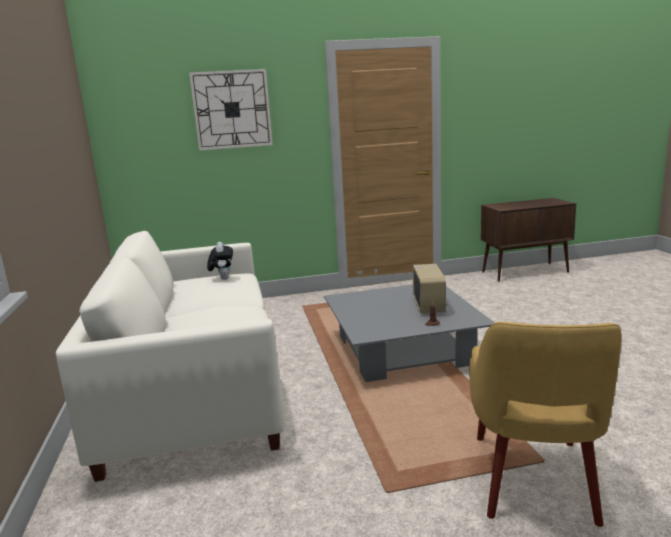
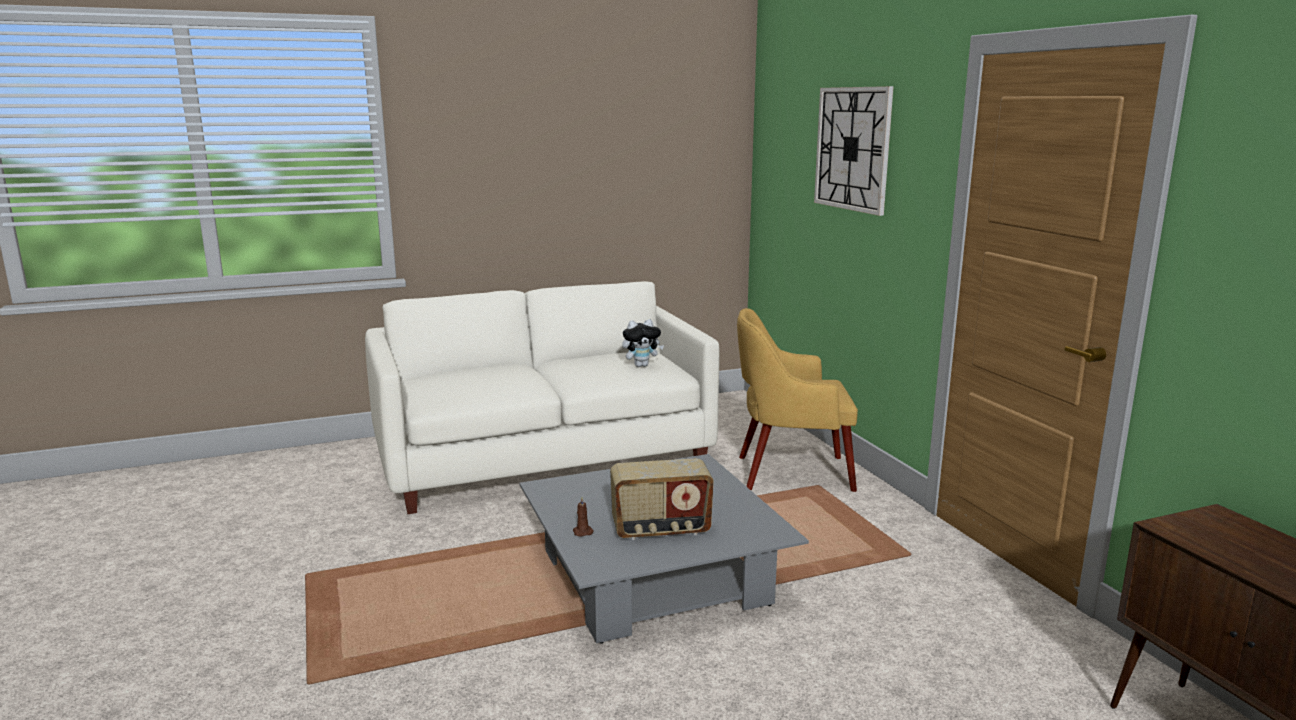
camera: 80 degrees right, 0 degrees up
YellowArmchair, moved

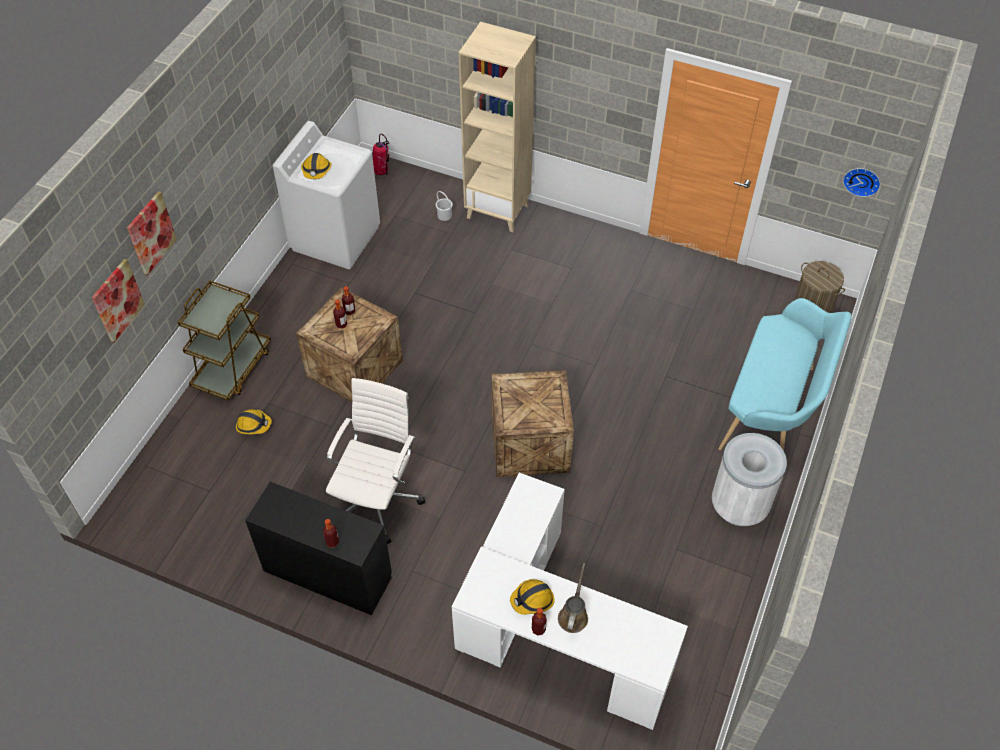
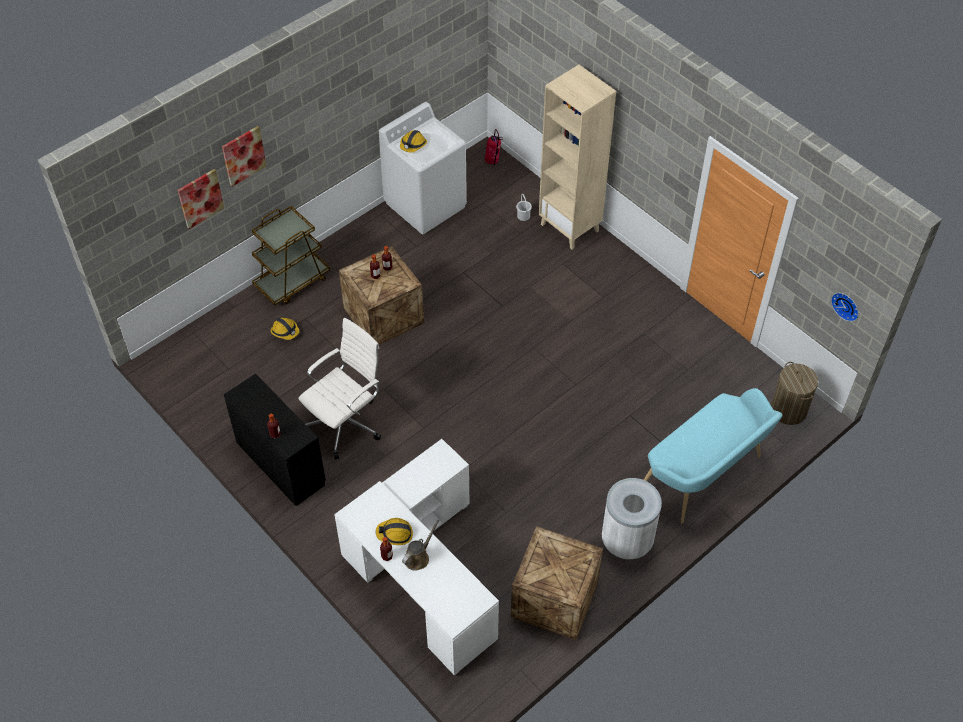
camera: 25 degrees right, 0 degrees up
Crate (2nd from left), moved

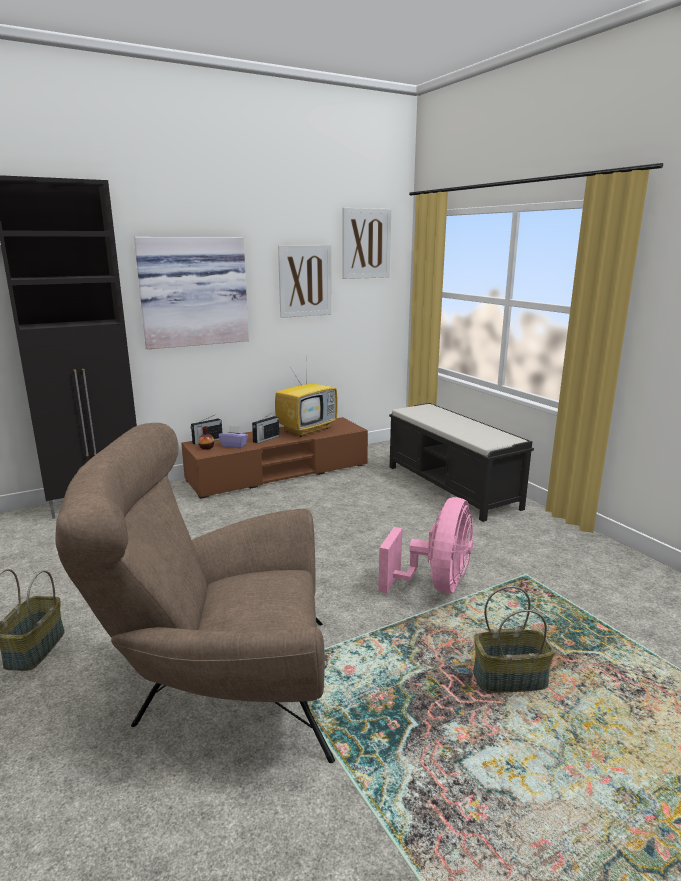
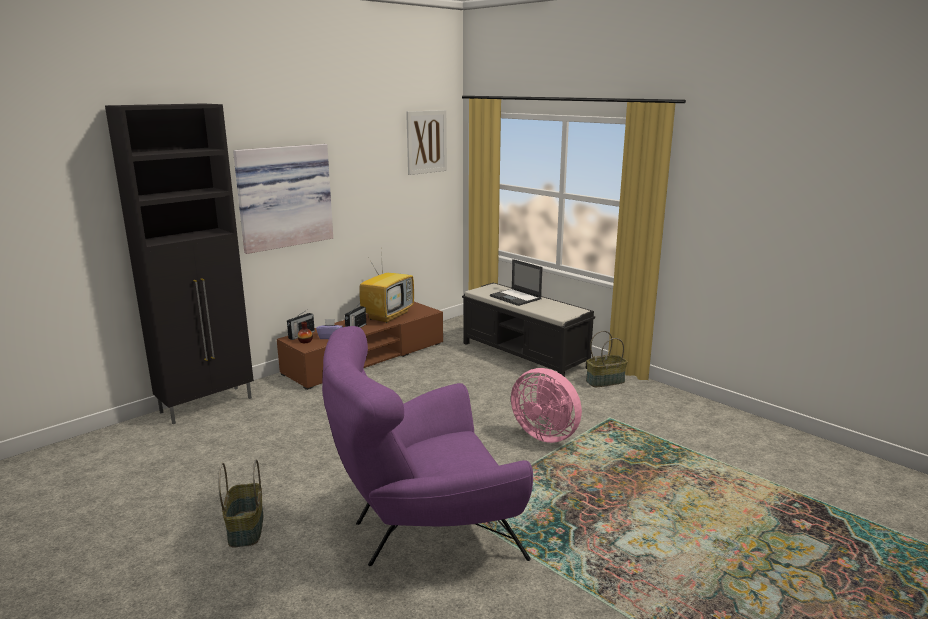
camera: 15 degrees left, 0 degrees up
Picture (2nd from left) => nothing
BrownArmchair => PurpleArmchair
PinkFan, 120 degrees clockwise
Basket (2nd from left), moved
nothing => Laptop

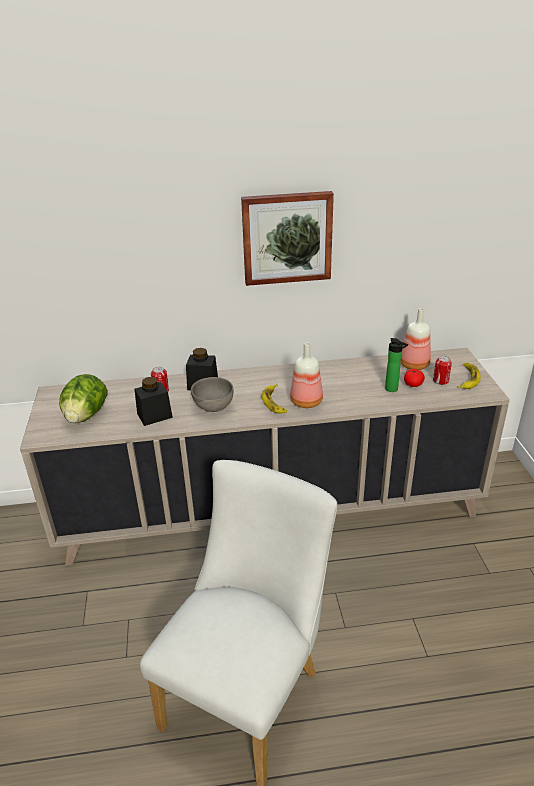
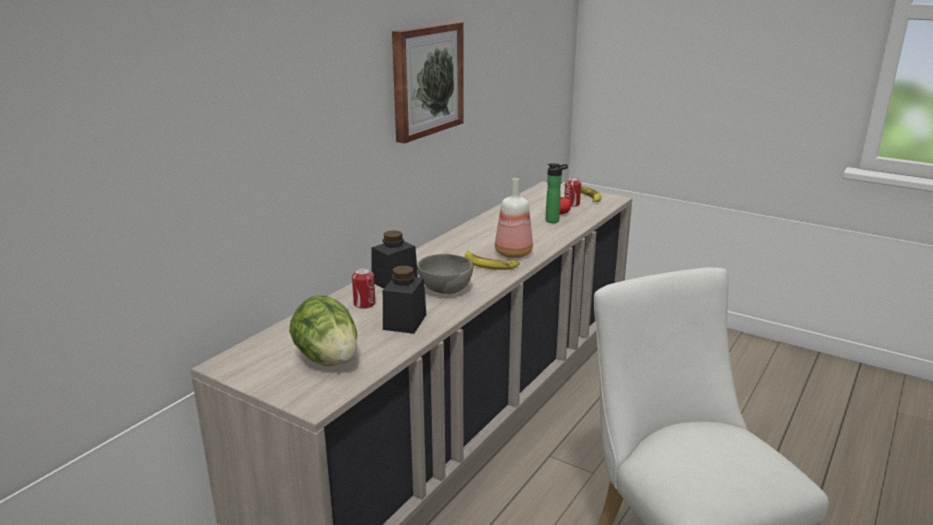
camera: 50 degrees left, 10 degrees down
Bottle (3rd from left) => nothing

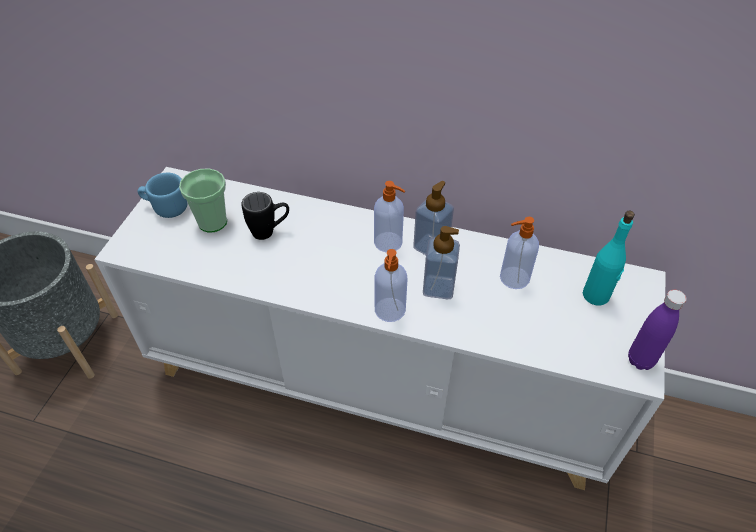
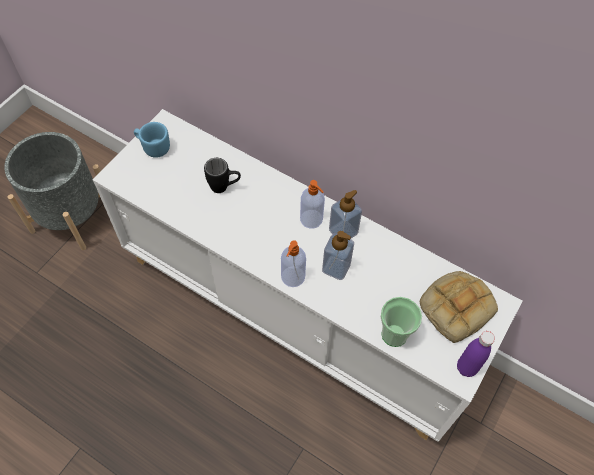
camera: 15 degrees right, 10 degrees up
Cup, moved
TurquoiseBottle => Bread
SoapDispenser (5th from left) => nothing

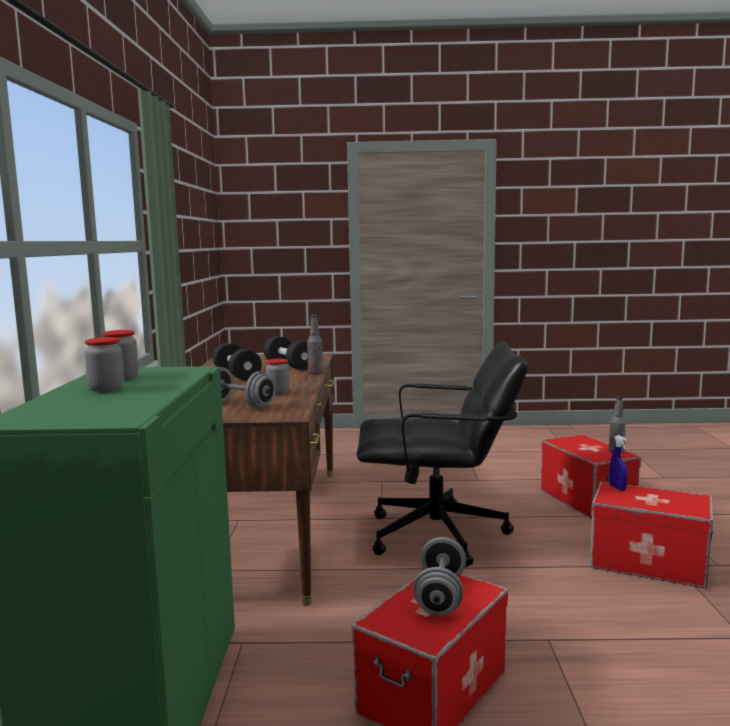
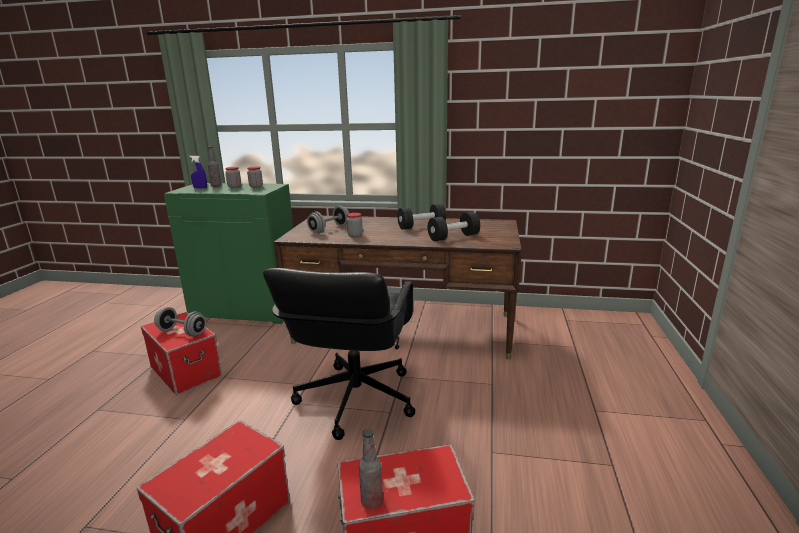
camera: 100 degrees right, 10 degrees up
Bottle (1st from left), moved
BlueSprayBottle, moved

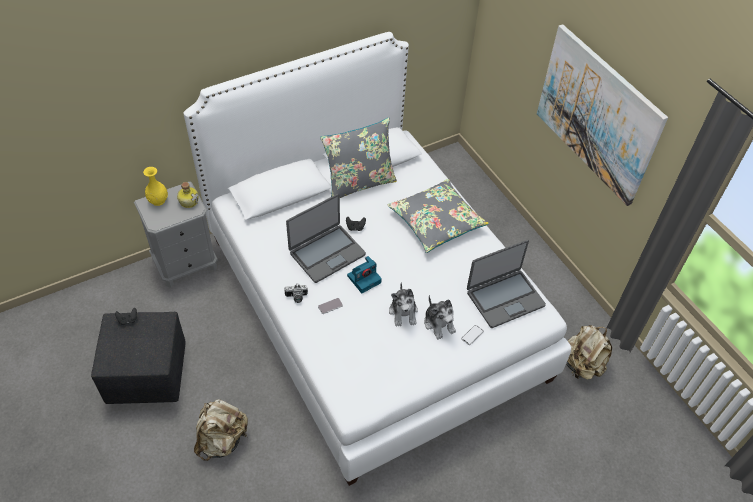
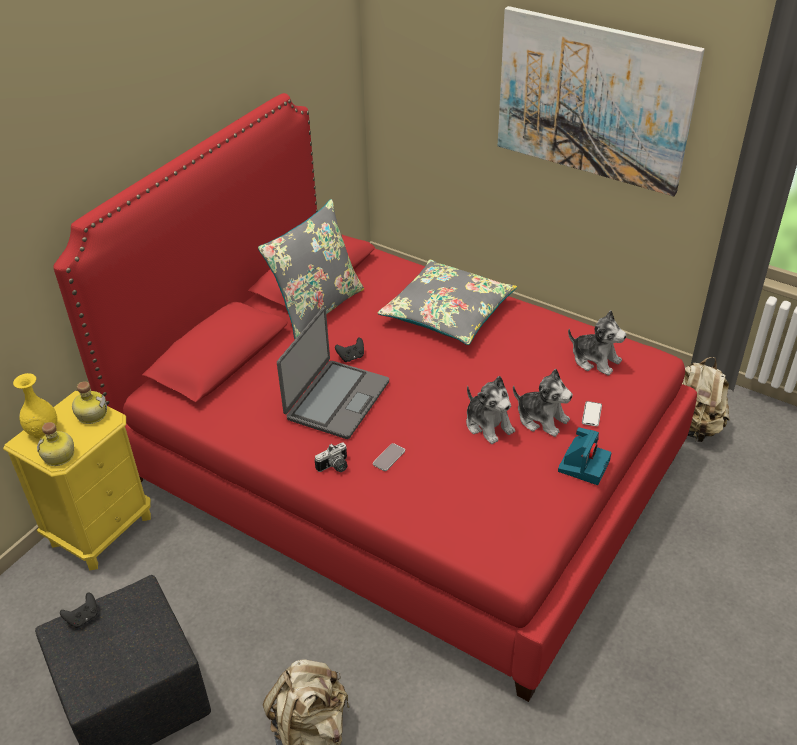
camera: 25 degrees left, 10 degrees down
WhiteBed => RedBed
GreyNightstand => YellowNightstand
Laptop (2nd from left) => PlushToy (3rd from left)
PhotoCamera (2nd from left), moved
nothing => Bottle (1st from left)

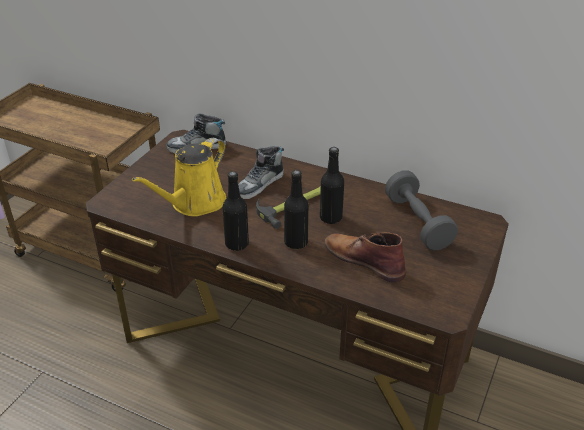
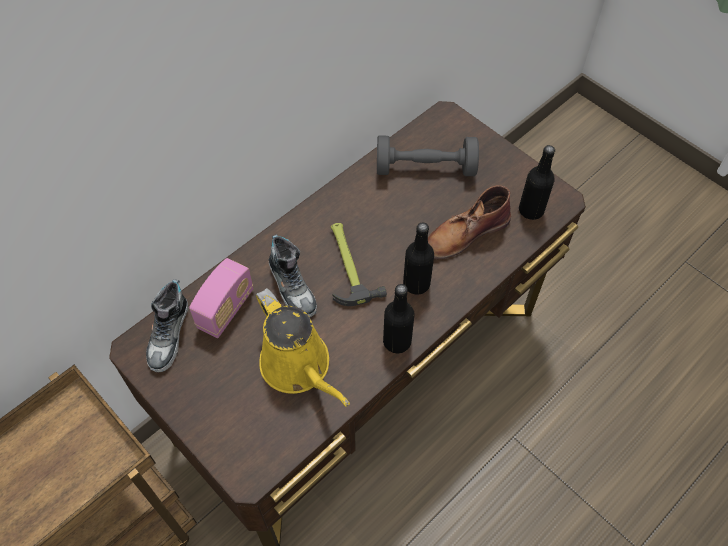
camera: 70 degrees left, 20 degrees up
BlackBottle (3rd from left), moved
nothing => Radio

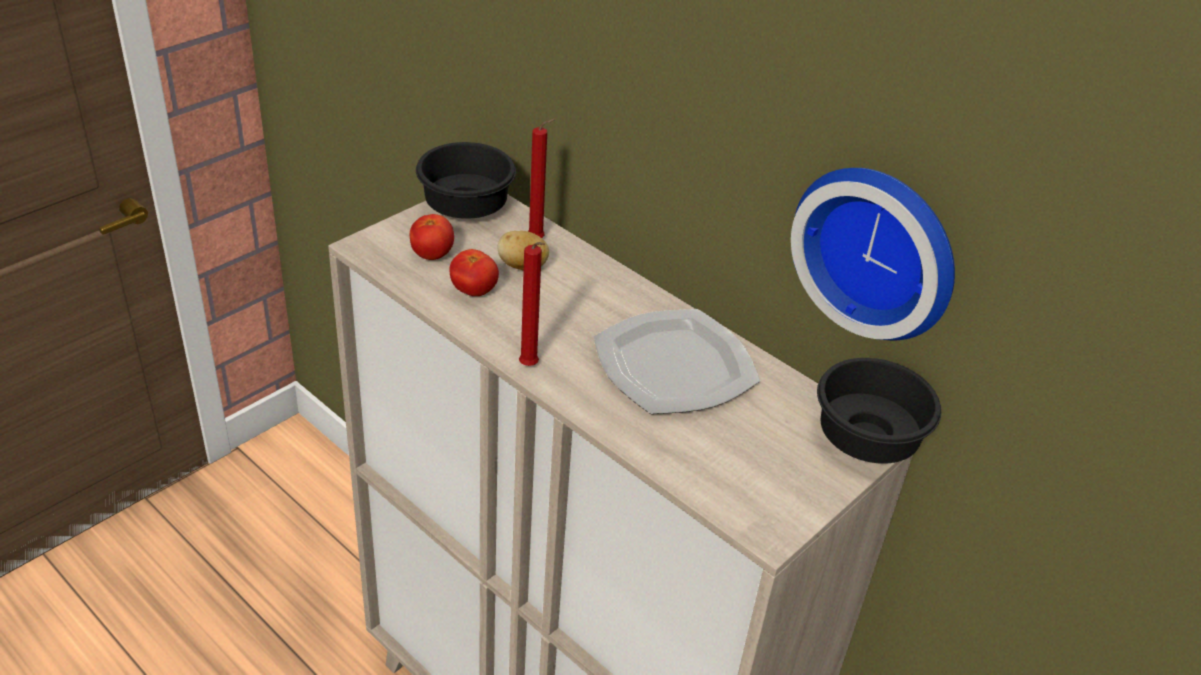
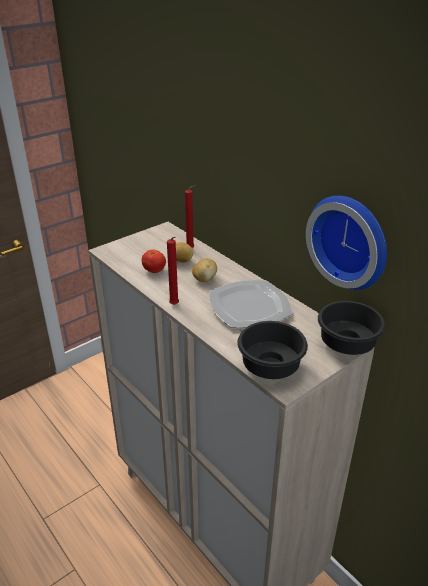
camera: 10 degrees right, 5 degrees down
BlackBowl (1st from left), moved
Tomato (1st from left) => nothing
nothing => Potato (2nd from left)

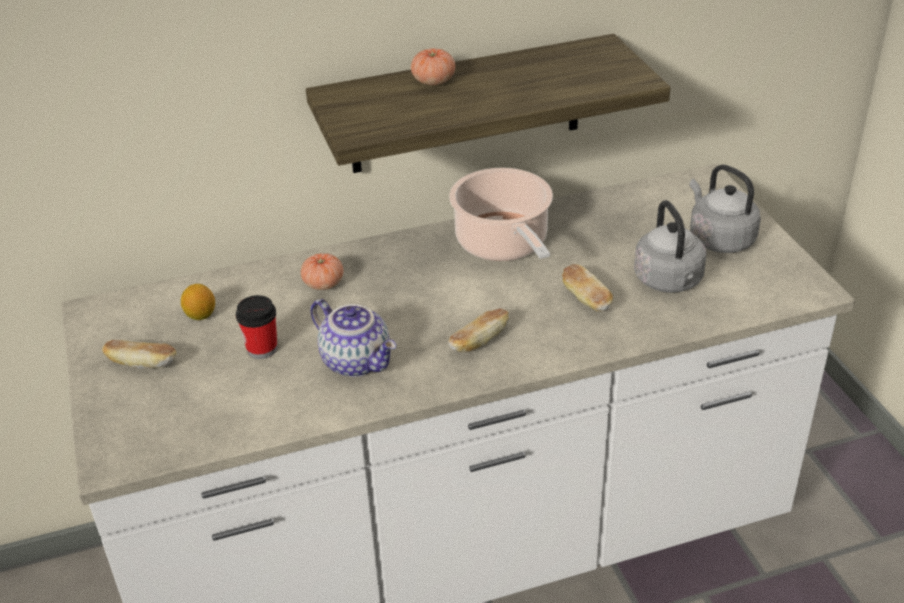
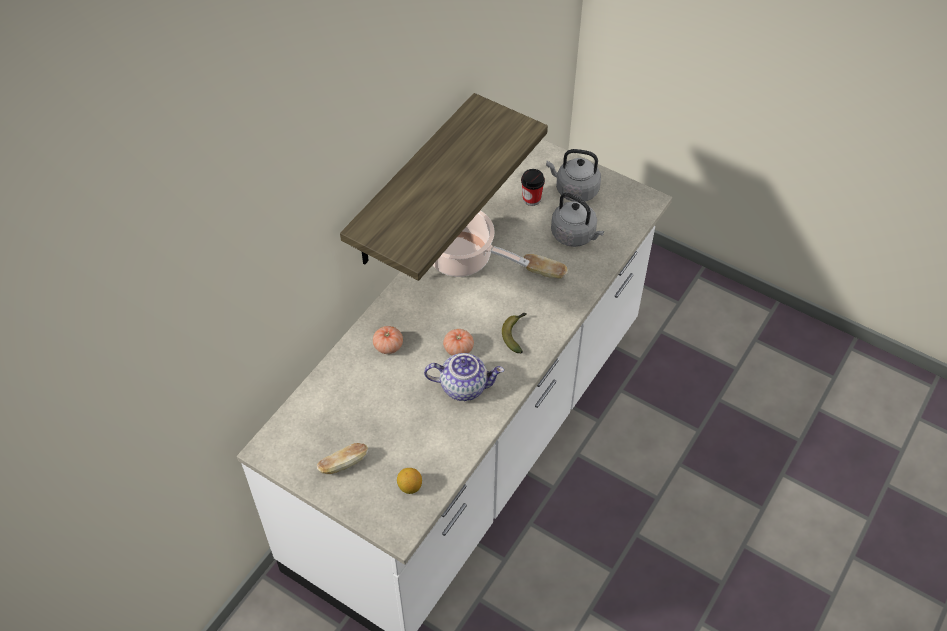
camera: 40 degrees left, 15 degrees up
Tomato (2nd from left), moved
Lemon, moved
Cup, moved
Bread (2nd from left) => Banana

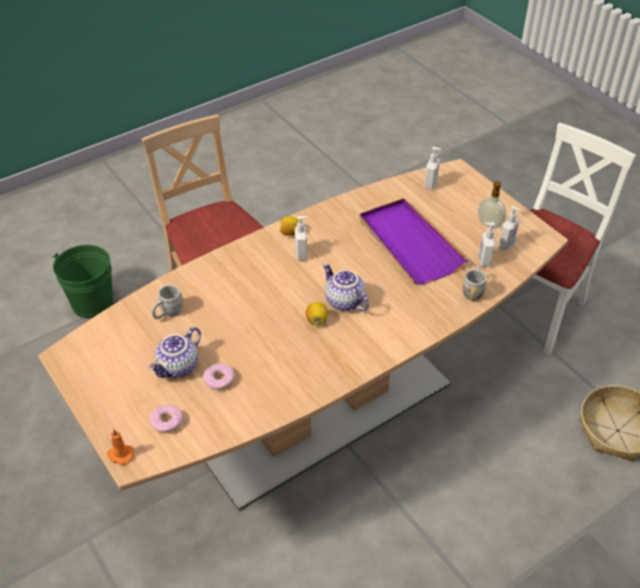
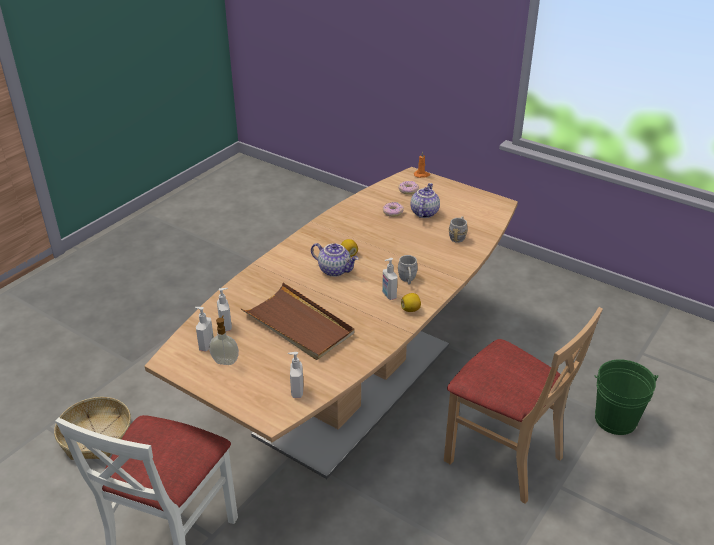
camera: 160 degrees right, 10 degrees down
PurpleTray => BrownTray
GreyMug (2nd from left in the first image) => GreyMug (1st from left), moved

